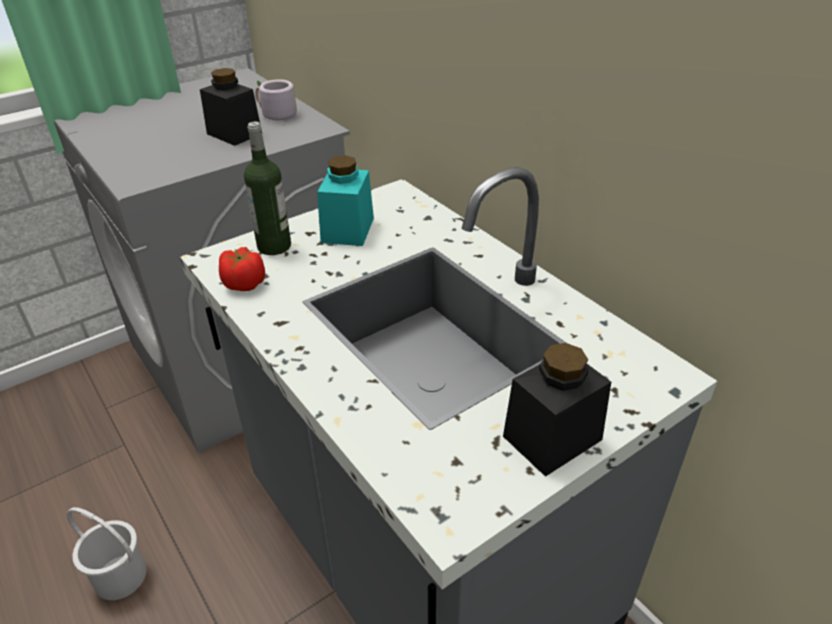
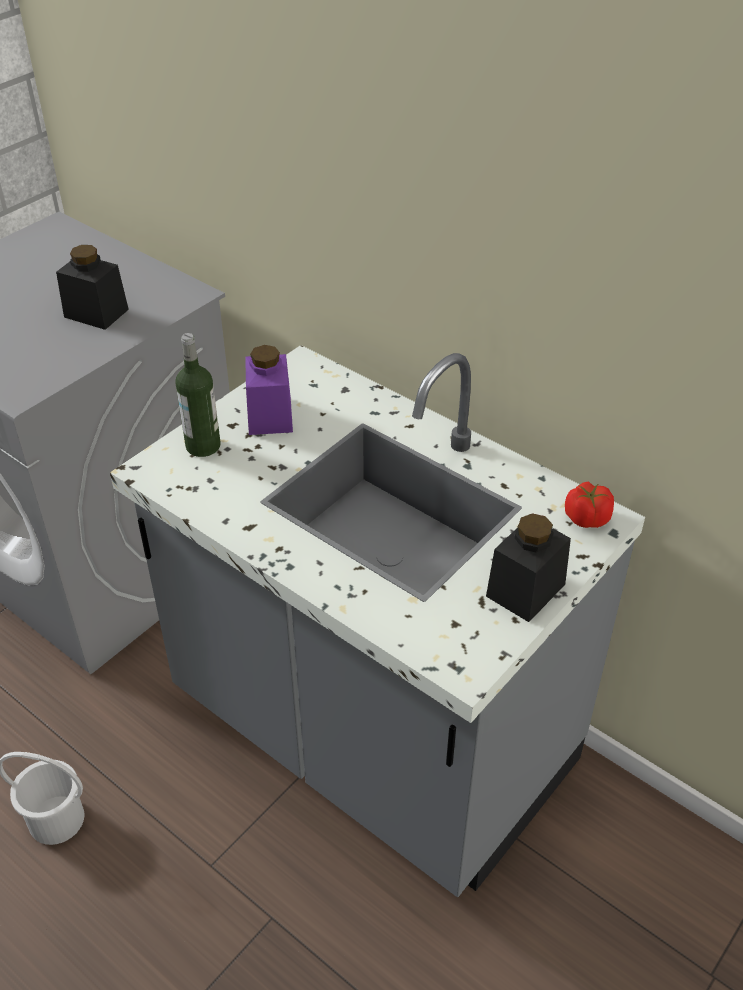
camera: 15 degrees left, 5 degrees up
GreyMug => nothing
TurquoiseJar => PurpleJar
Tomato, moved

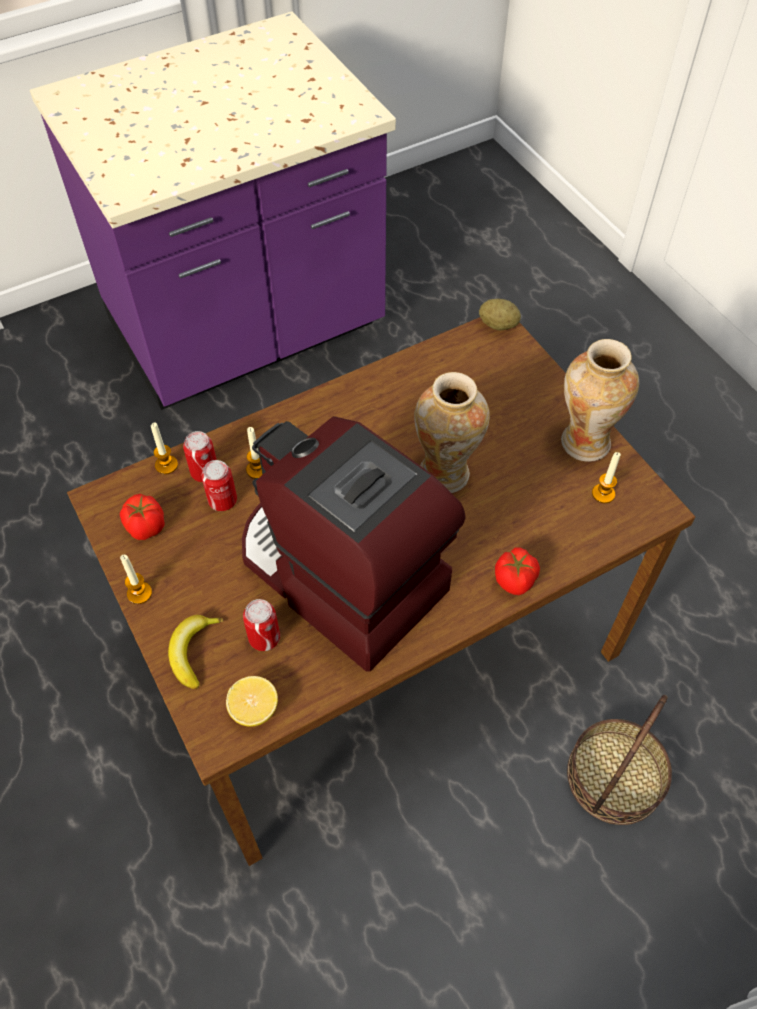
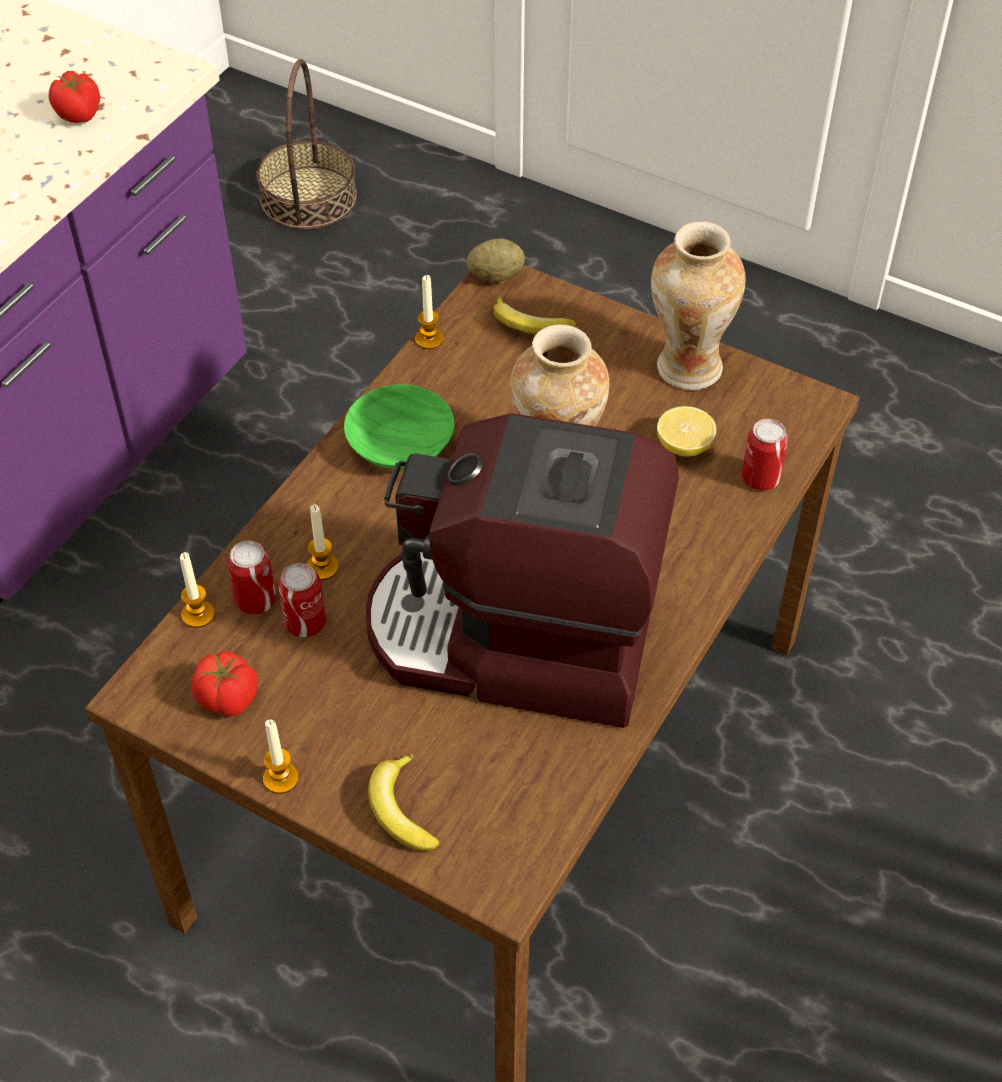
camera: 30 degrees left, 5 degrees down
Candle (4th from left), moved
Tomato (2nd from left in the first image) => Tomato (1st from left), moved
Can (3rd from left), moved
Lemon, moved
Basket, moved
nothing => Banana (2nd from left)
nothing => GreenBowl

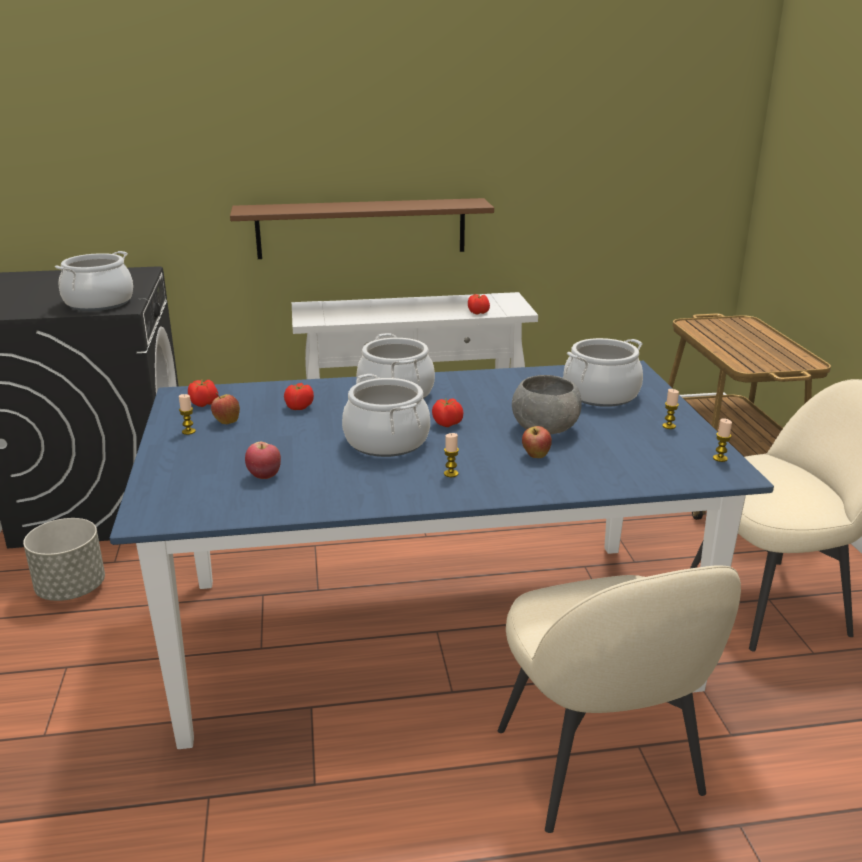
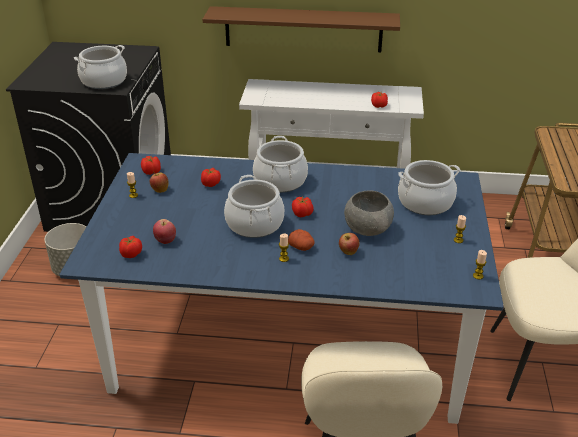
camera: 15 degrees right, 10 degrees up
nothing => Potato
nothing => Tomato (1st from left)

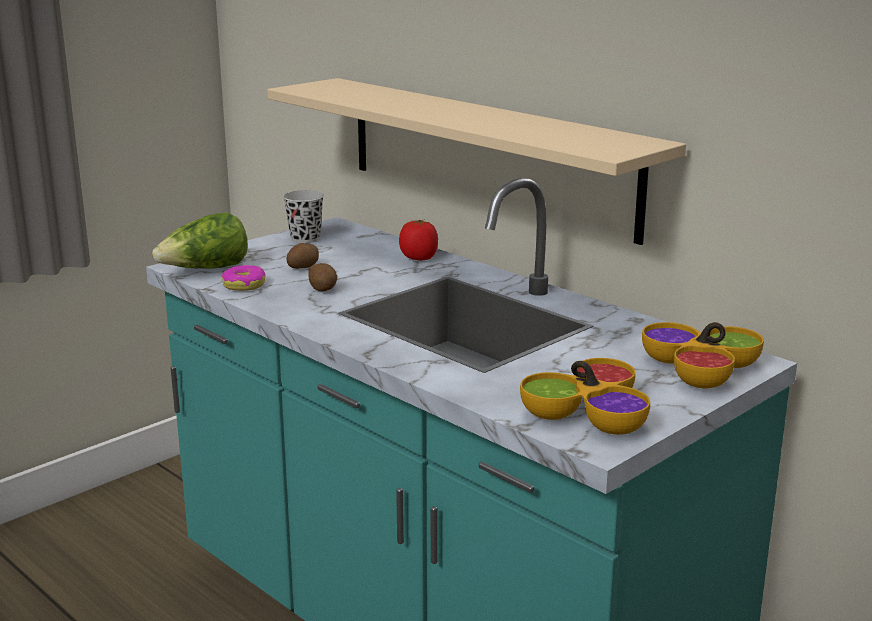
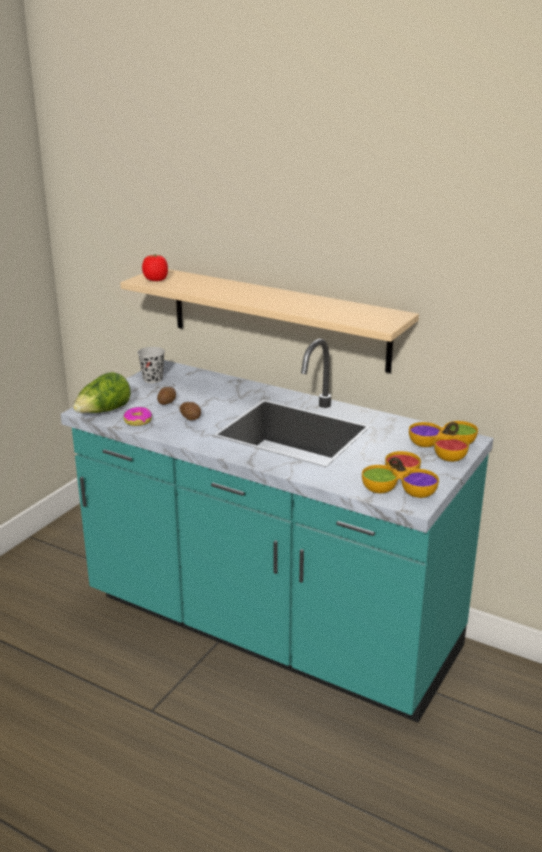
camera: 15 degrees left, 5 degrees up
Tomato, moved

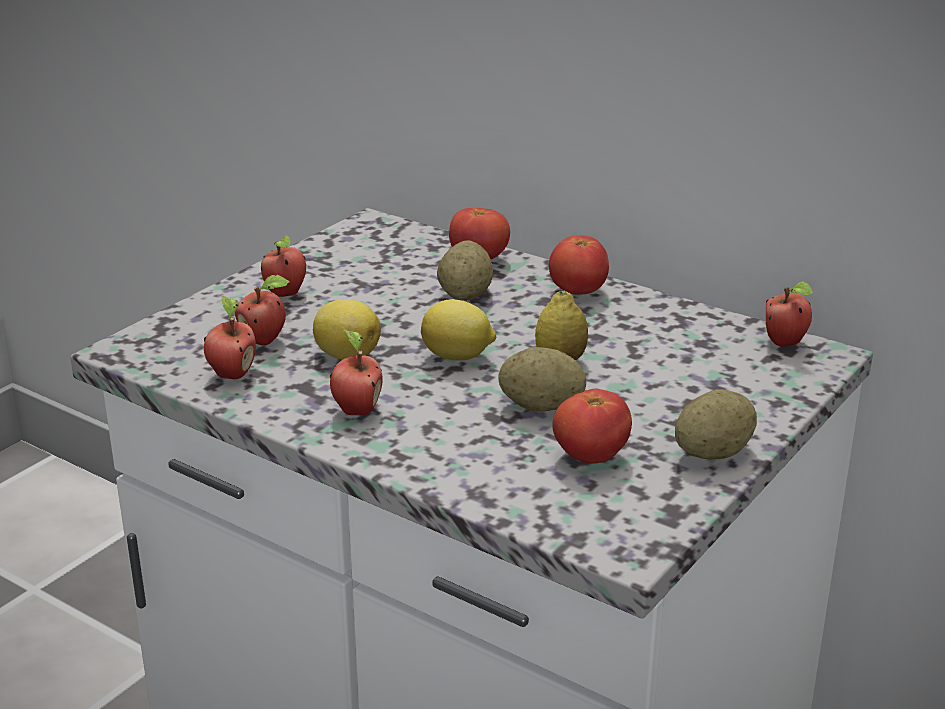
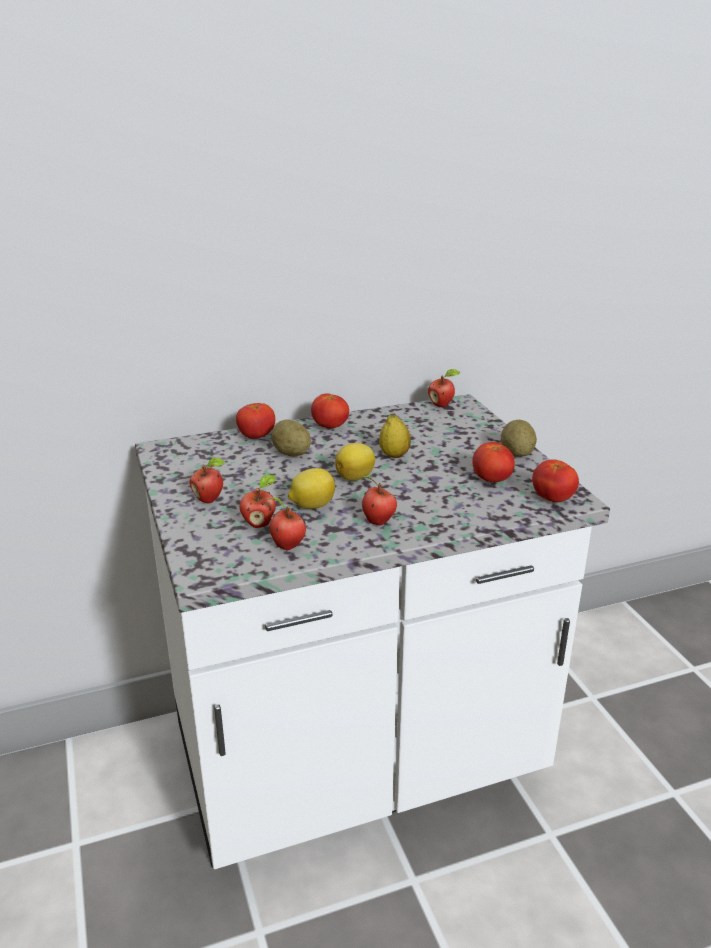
camera: 55 degrees left, 0 degrees up
Potato (2nd from left) => nothing
nothing => Tomato (4th from left)

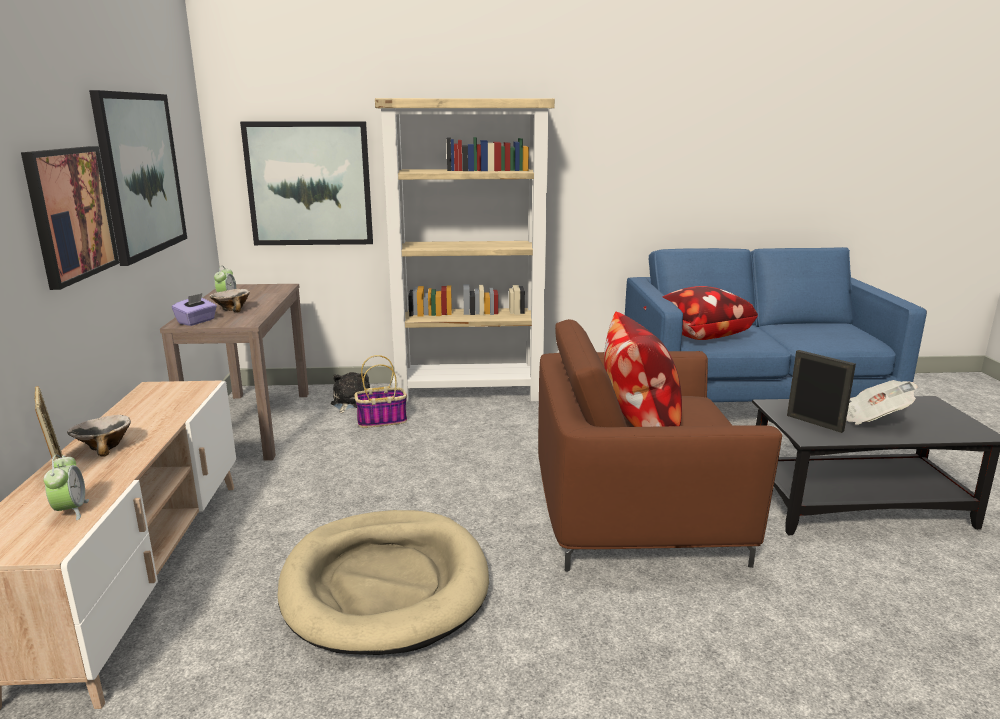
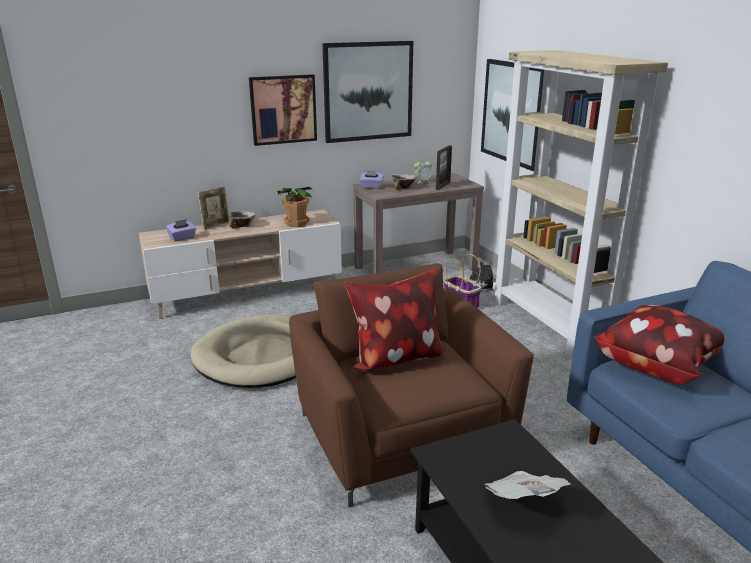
camera: 70 degrees right, 5 degrees up
PictureFrame (2nd from left), moved
AlarmClock (1st from left) => PurpleTissueBox (1st from left)
nothing => PottedPlant

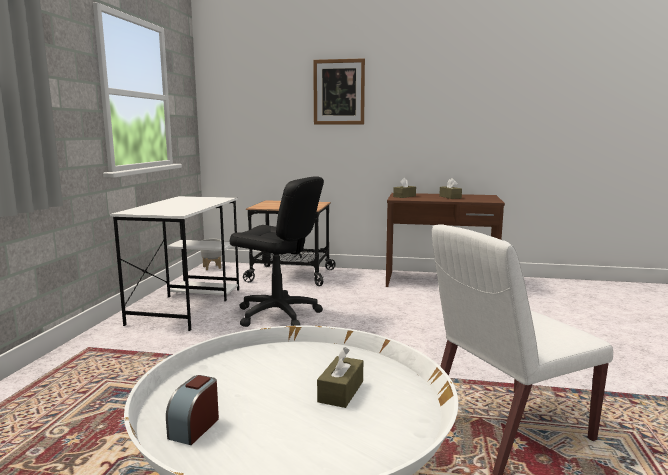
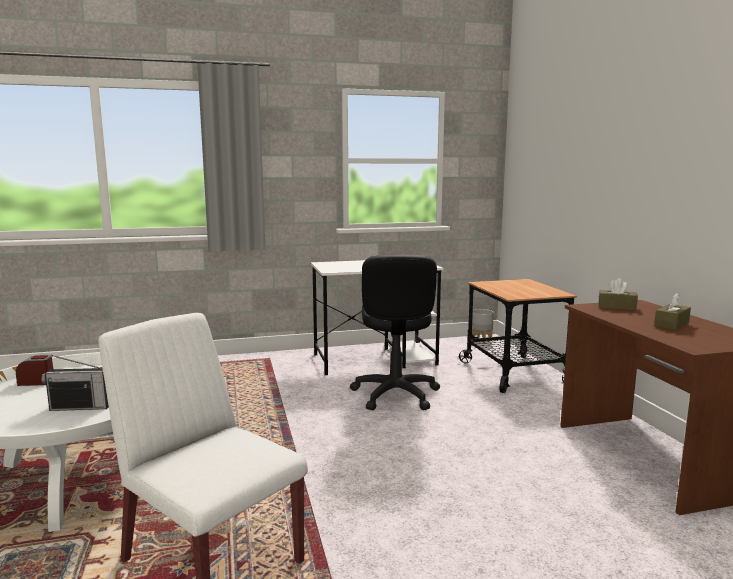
camera: 65 degrees right, 0 degrees up
Picture => nothing
BrownTissueBox (1st from left) => Radio

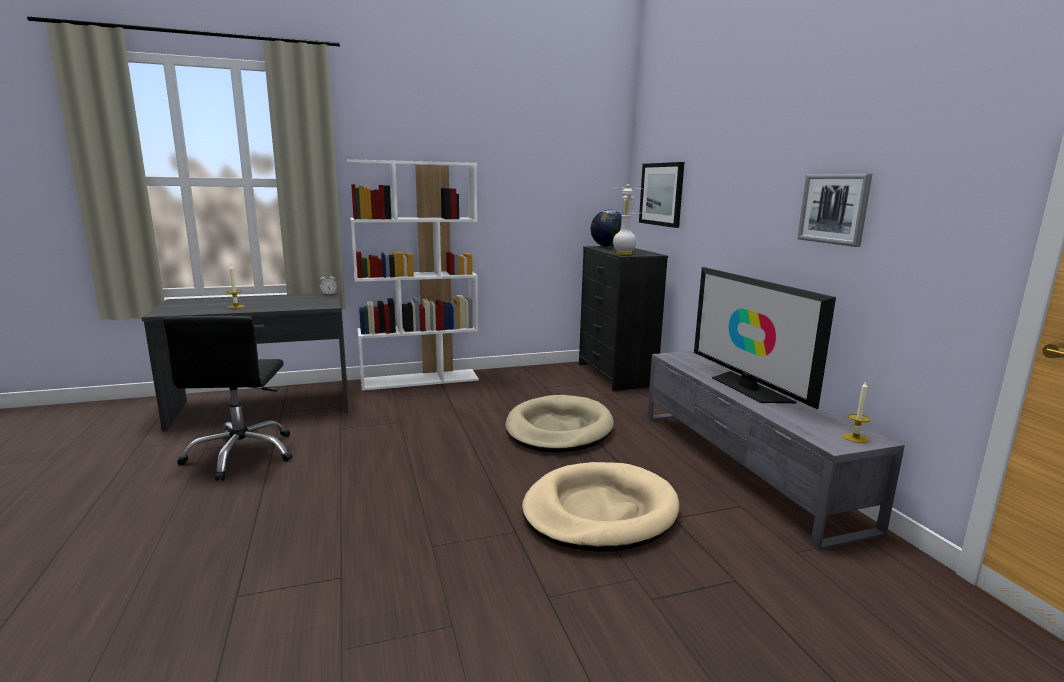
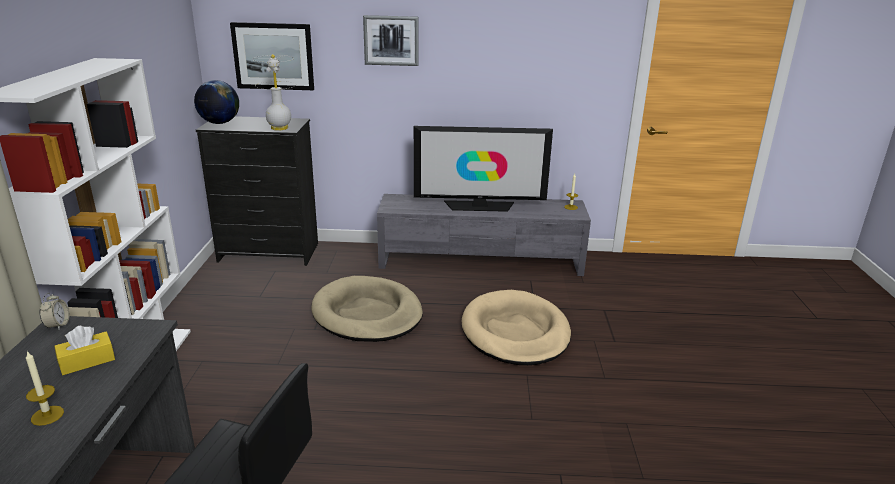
camera: 70 degrees left, 10 degrees up
Picture (2nd from left), moved
nothing => YellowTissueBox

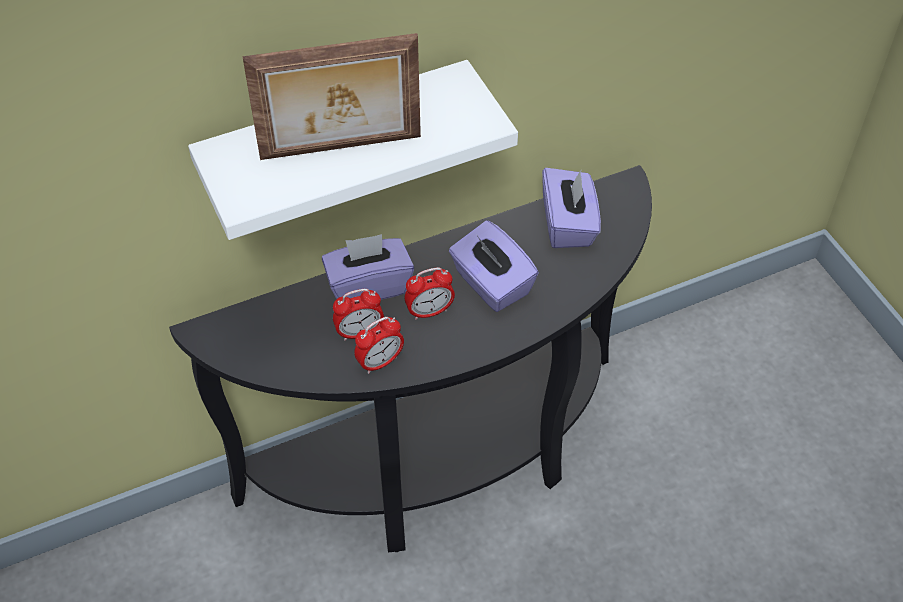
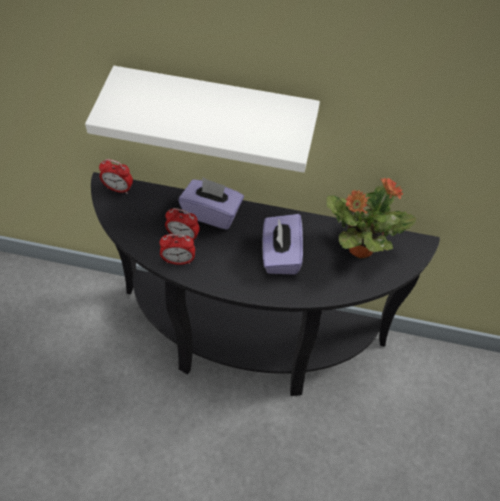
camera: 35 degrees right, 5 degrees up
PictureFrame => nothing
PurpleTissueBox (3rd from left) => PottedPlant
AlarmClock (3rd from left in the first image) => AlarmClock (1st from left), moved

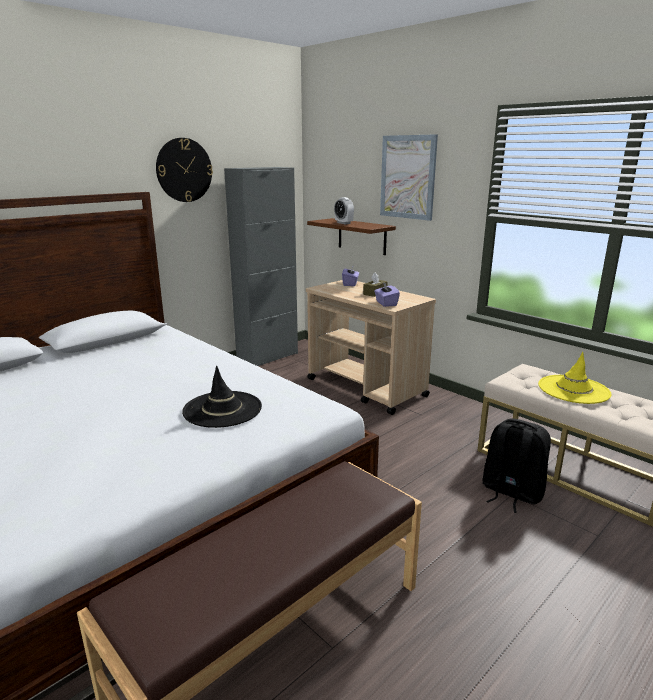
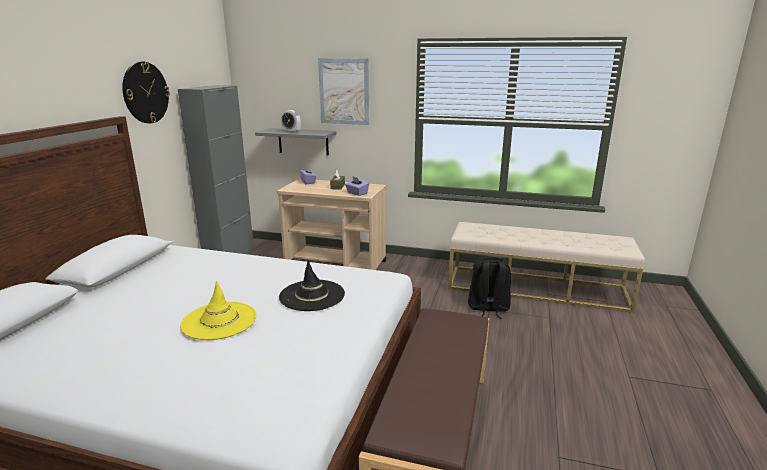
camera: 30 degrees left, 0 degrees up
BrownShelf => GreyShelf
YellowHat, moved

